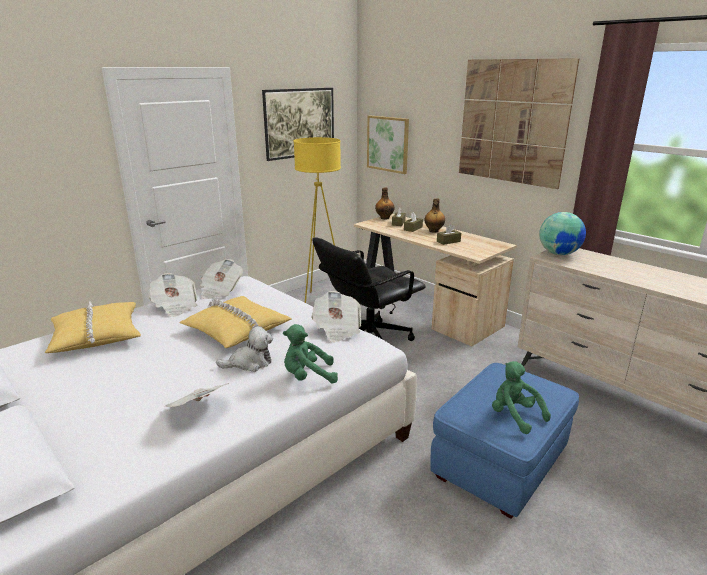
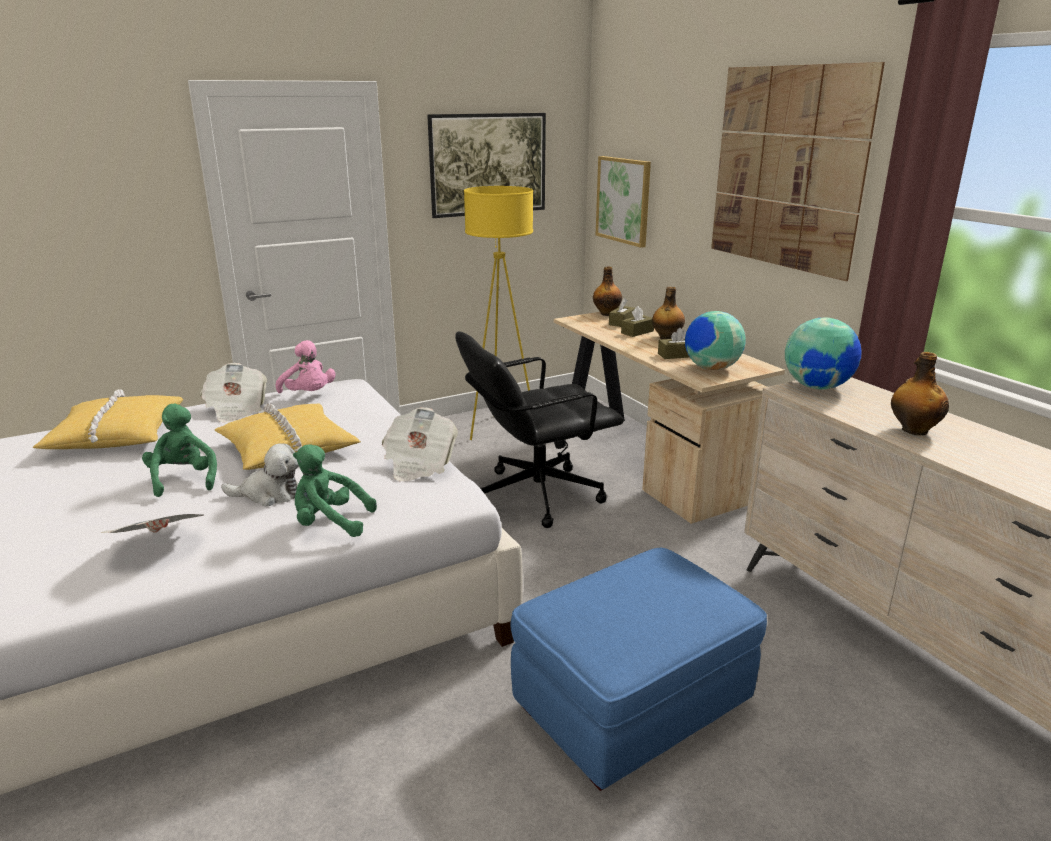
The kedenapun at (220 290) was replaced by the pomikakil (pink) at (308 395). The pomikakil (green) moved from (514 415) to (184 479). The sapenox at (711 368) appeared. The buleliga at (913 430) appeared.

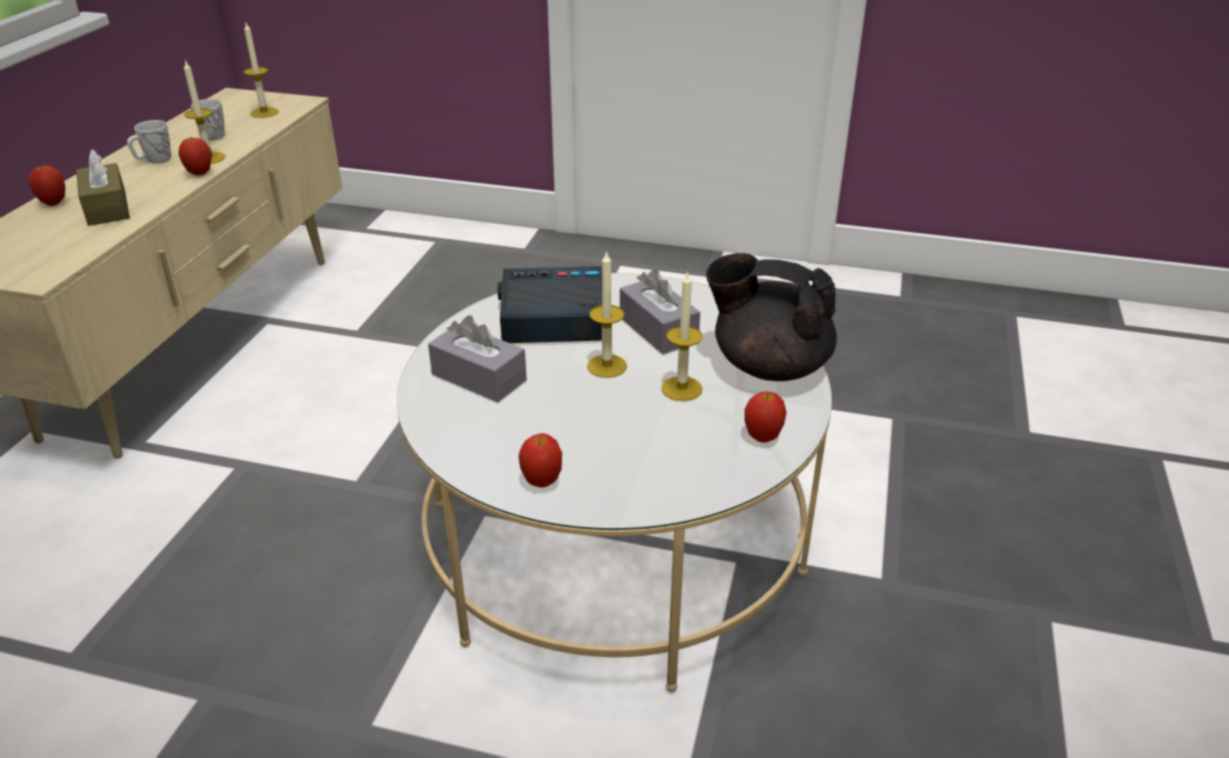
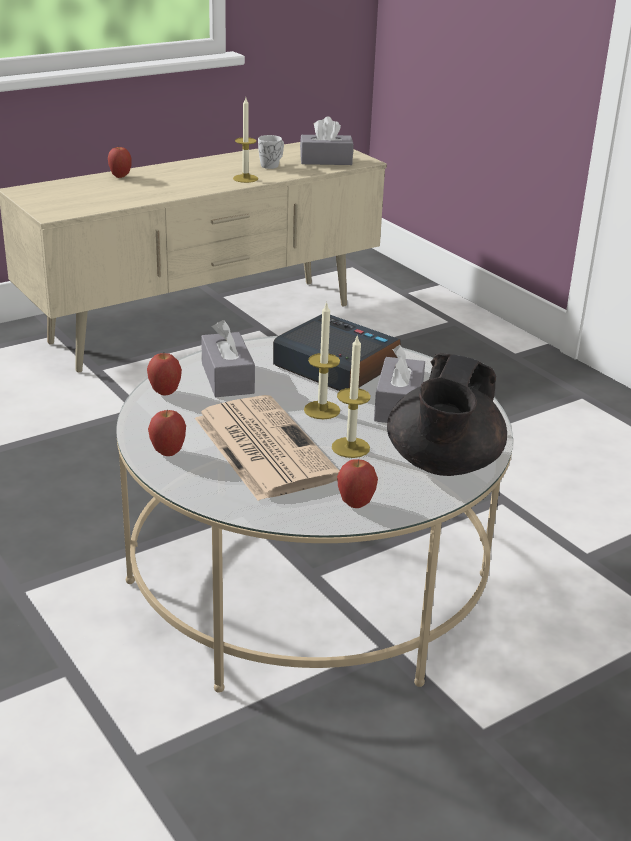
The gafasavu at (264 112) was replaced by the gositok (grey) at (326 160). The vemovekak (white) at (154 160) disappeared. The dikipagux moved from (200 174) to (165 393). The gositok (brown) at (107 208) disappeared. The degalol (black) at (768 366) turned 135 degrees counterclockwise. The kedenapun at (262 447) appeared.

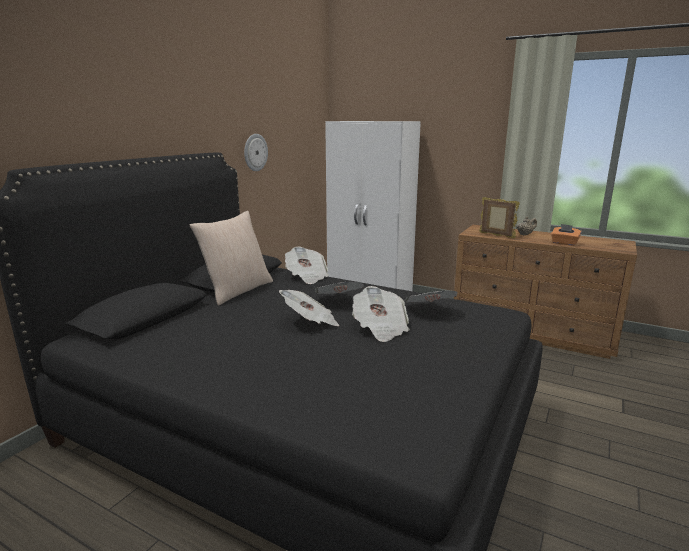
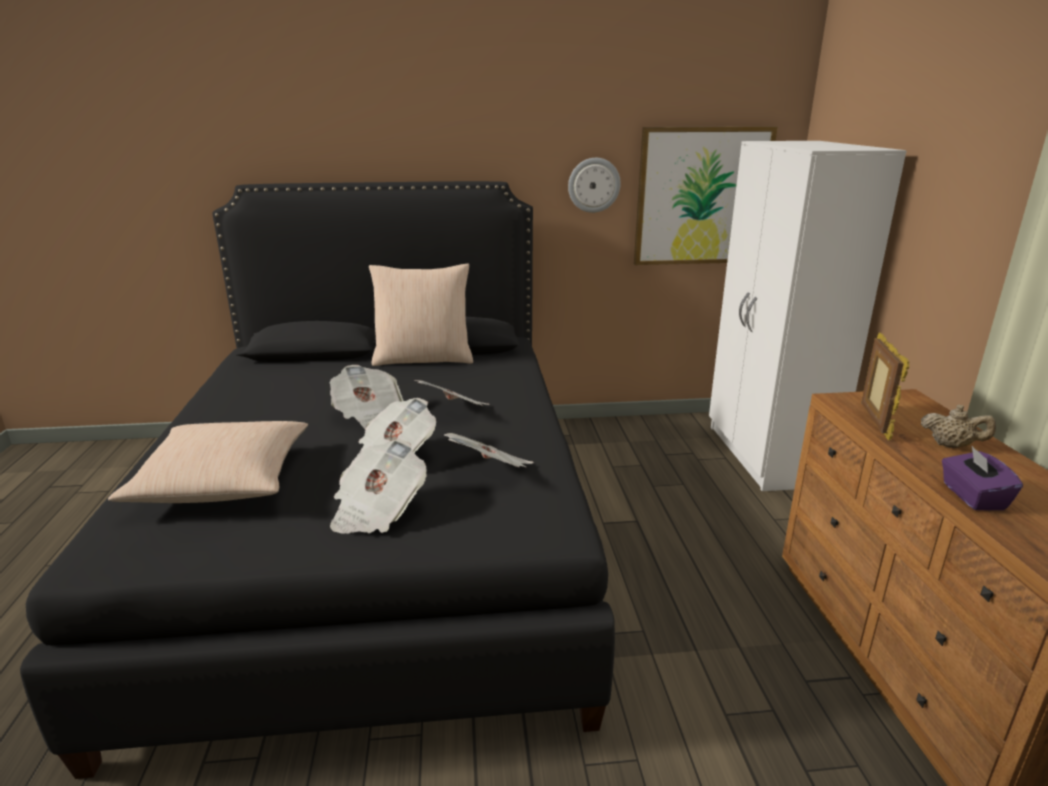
The gositok (orange) at (564 243) became the gositok (purple) at (972 496). The kedenapun moved from (307 276) to (377 510). The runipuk at (702 197) appeared. The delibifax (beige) at (223 480) appeared.

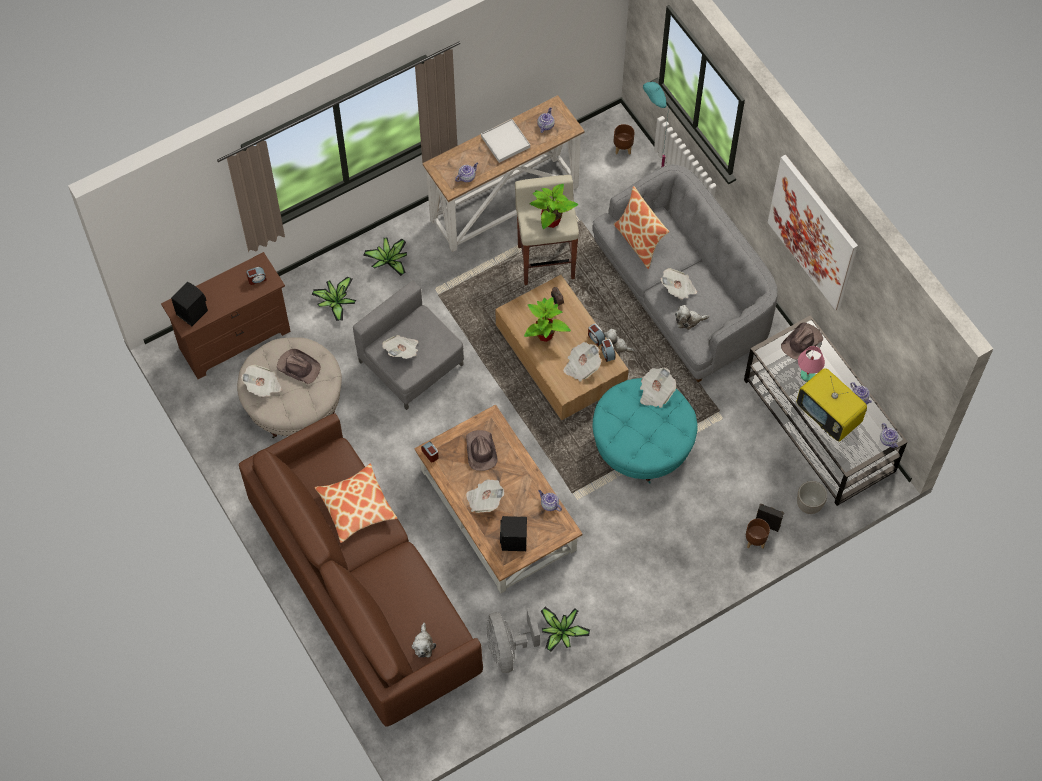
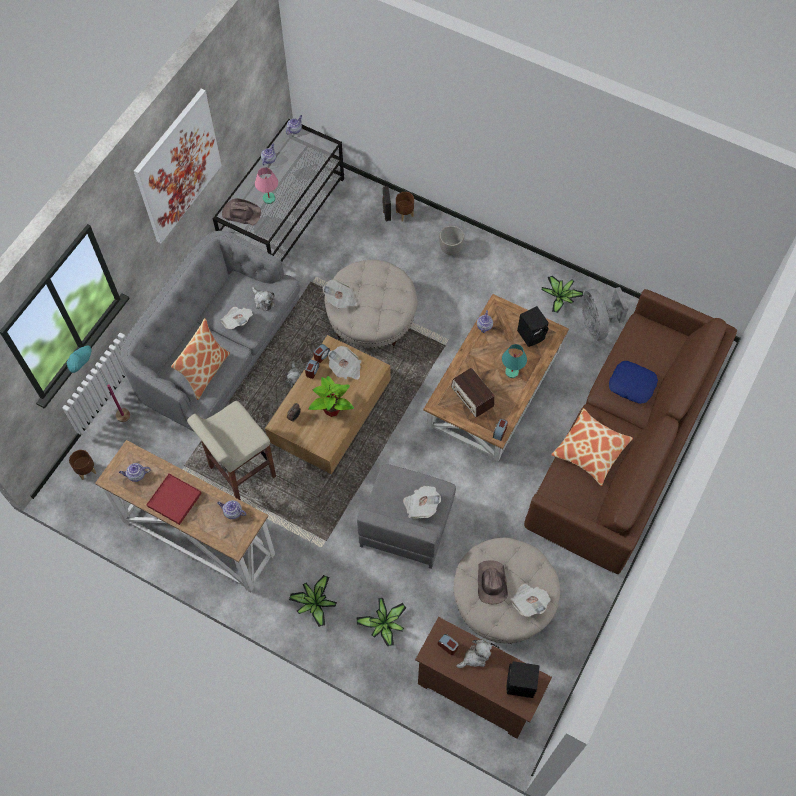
The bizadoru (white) at (505 142) became the bizadoru (red) at (174 500). The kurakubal at (551 221) disappeared. The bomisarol at (829 416) disappeared. The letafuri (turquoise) at (642 443) became the letafuri (beige) at (371 319). The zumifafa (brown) at (480 451) was replaced by the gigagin at (472 397). The kedenapun at (484 500) was replaced by the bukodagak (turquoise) at (512 372). The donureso moved from (808 505) to (451 249). The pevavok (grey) at (508 649) turned 120 degrees clockwise. The pomikakil moved from (423 644) to (475 657). The delibifax (blue) at (632 385) appeared.

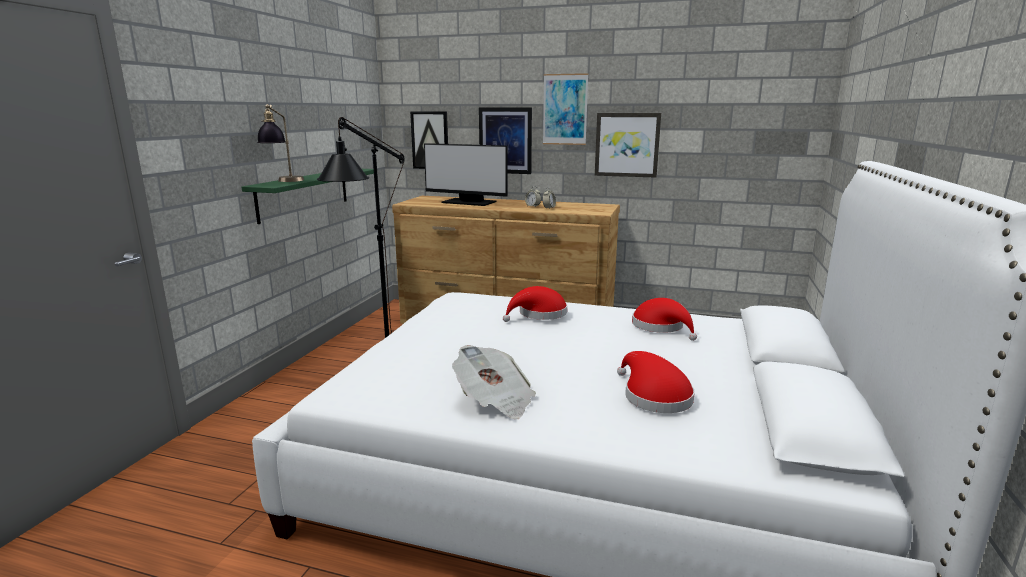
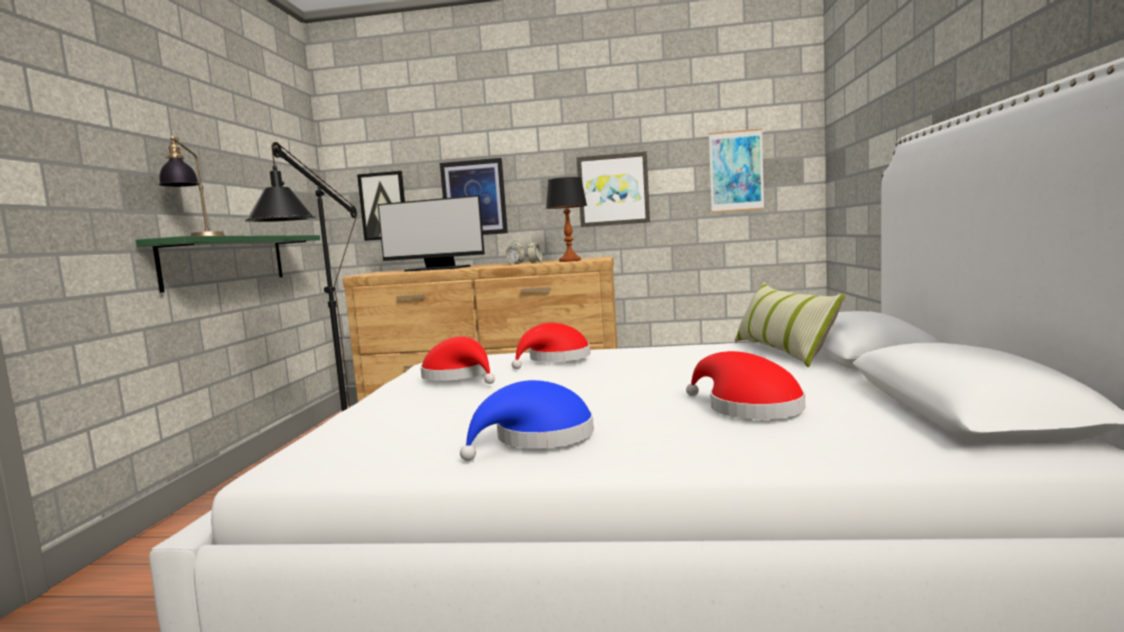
The runipuk moved from (565 109) to (736 171). The zumifafa (red) moved from (661 327) to (459 376). The kedenapun at (495 401) was replaced by the zumifafa (blue) at (538 438). The bukodagak at (570 261) appeared. The delibifax at (782 351) appeared.

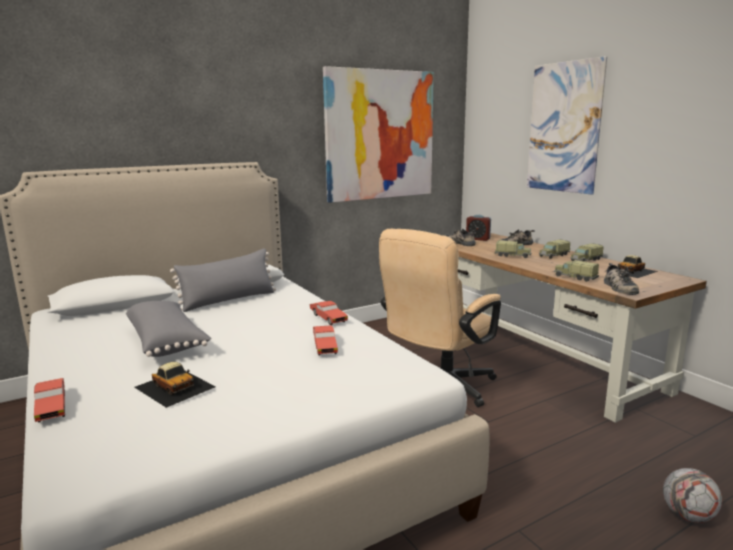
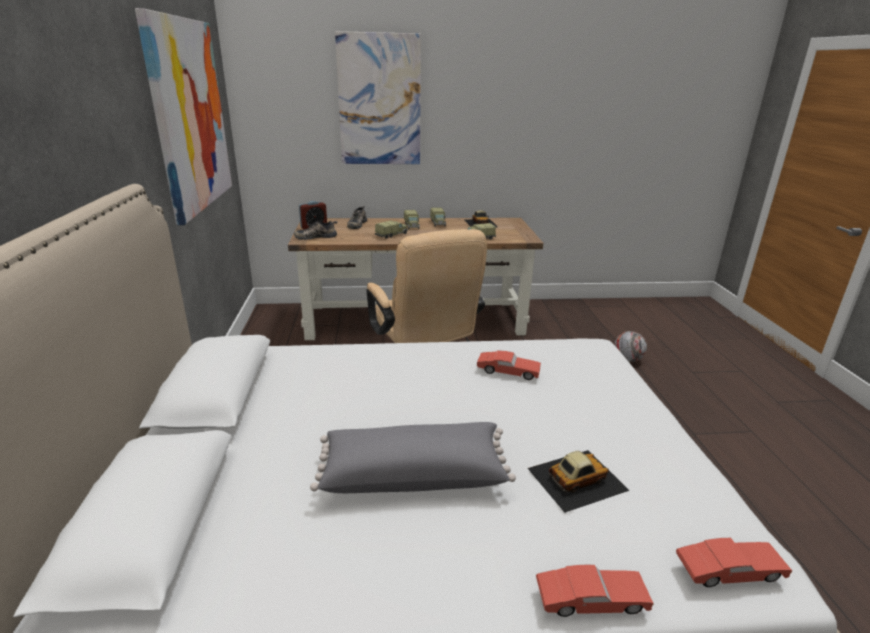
The delibifax (grey) at (229 300) disappeared. The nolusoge at (618 287) disappeared. The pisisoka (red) moved from (328 318) to (728 572).

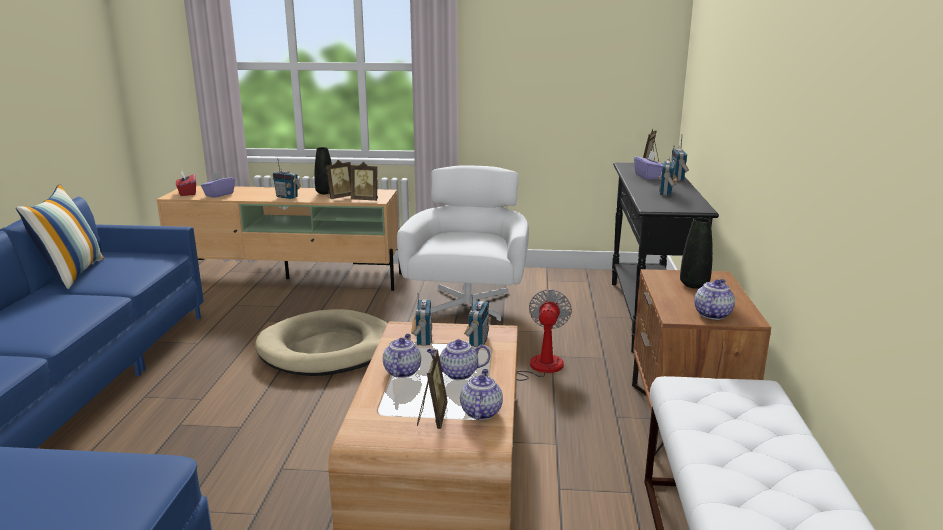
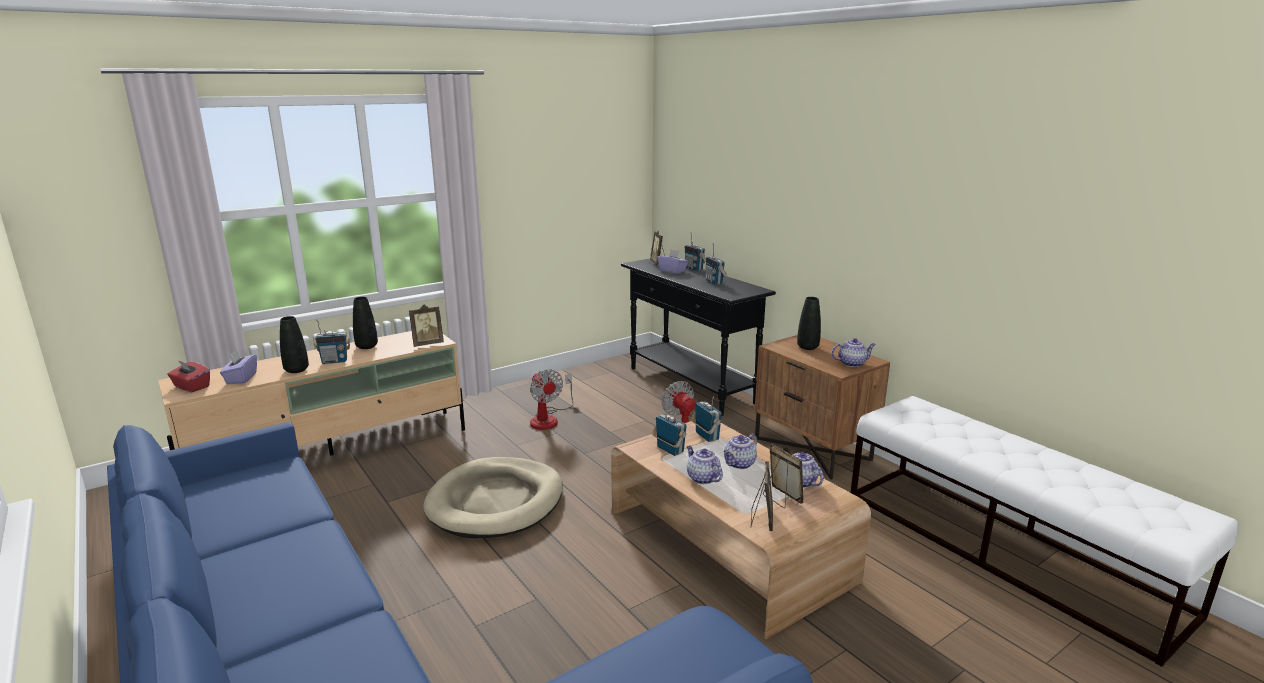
The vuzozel moved from (340 197) to (761 520). The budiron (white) at (468 302) was replaced by the pevavok at (549 418). The delibifax at (72 273) disappeared. The degalol at (712 314) turned 90 degrees clockwise. The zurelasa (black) at (296 370) appeared.

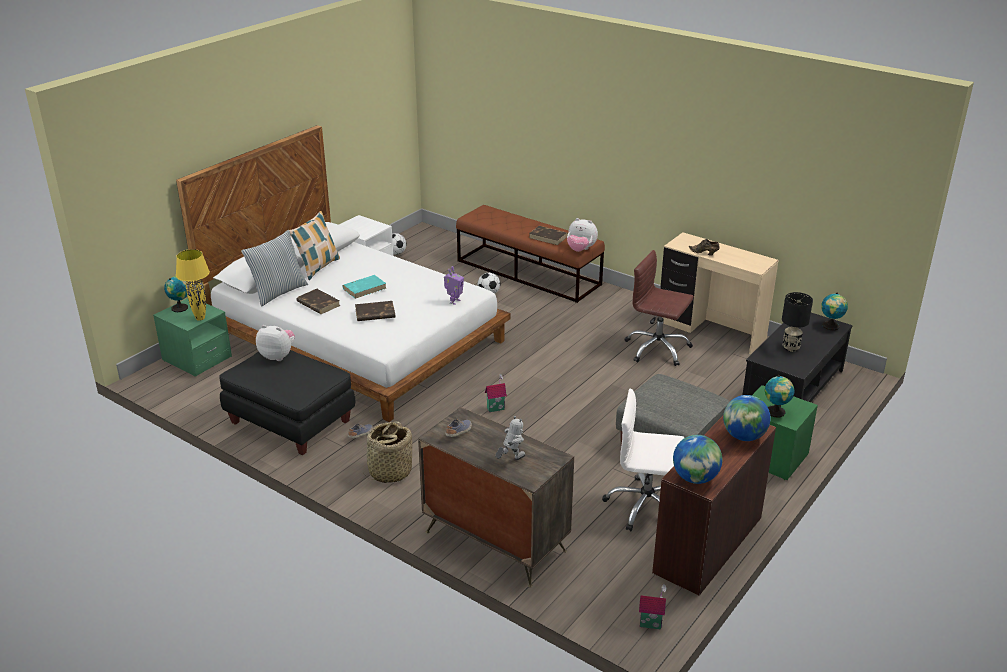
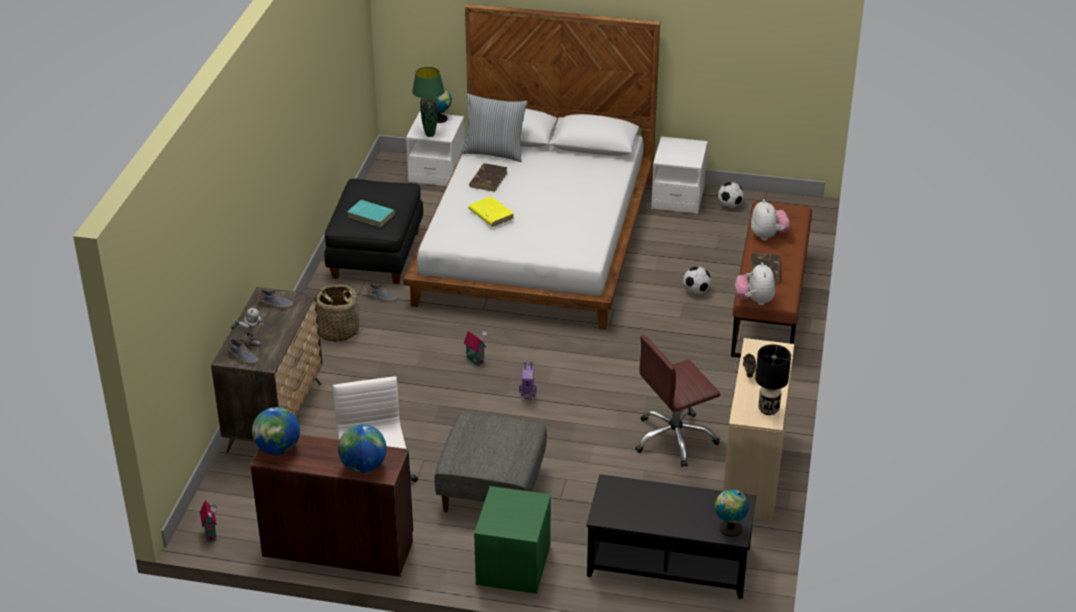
The delibifax at (318 267) disappeared. The bukodagak (yellow) at (200 318) became the bukodagak (green) at (430 135). The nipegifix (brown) at (657 349) turned 120 degrees counterclockwise. The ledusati moved from (454 301) to (528 397). The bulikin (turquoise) moved from (365 288) to (371 215). The bukodagak (black) moved from (790 347) to (769 409). The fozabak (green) at (197 359) became the fozabak (white) at (437 172). The bulikin (brown) at (374 314) became the bulikin (yellow) at (491 214). The pomikakil moved from (278 356) to (768 236). The sapenox at (776 412) disappeared. The nolusoge at (242 357) appeared.

